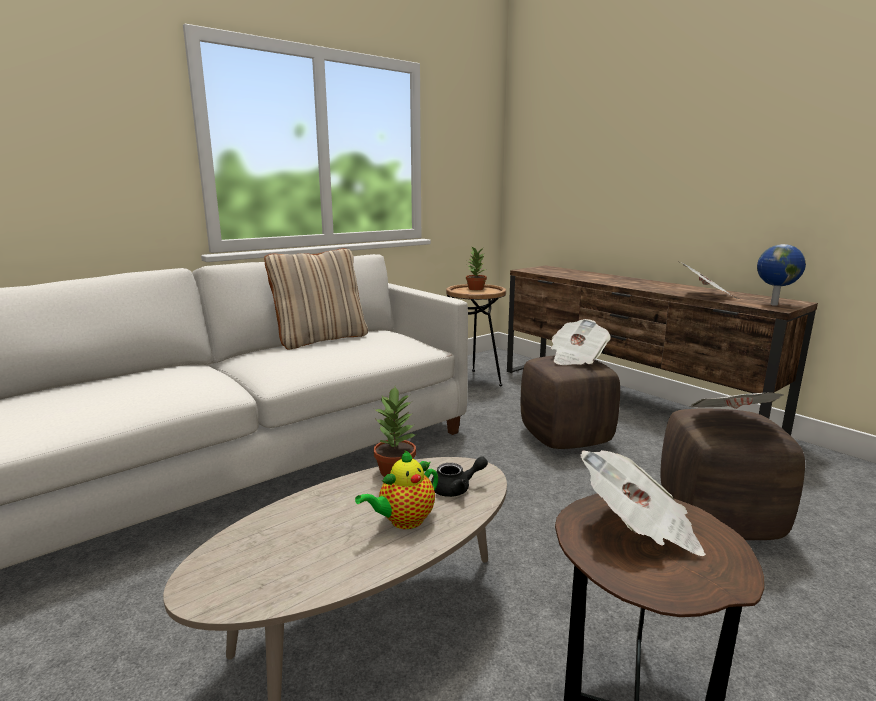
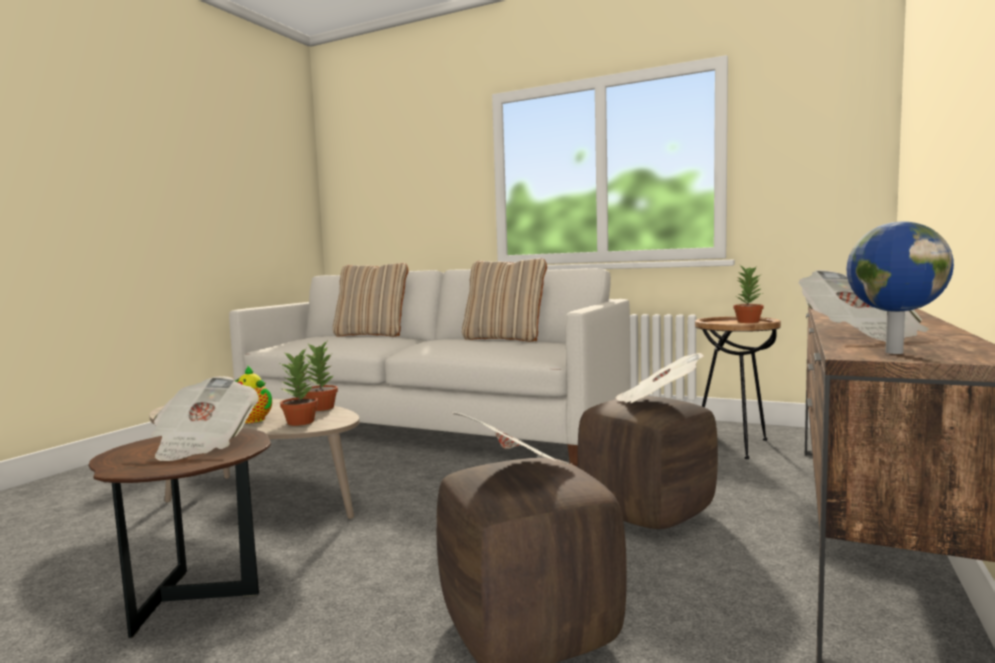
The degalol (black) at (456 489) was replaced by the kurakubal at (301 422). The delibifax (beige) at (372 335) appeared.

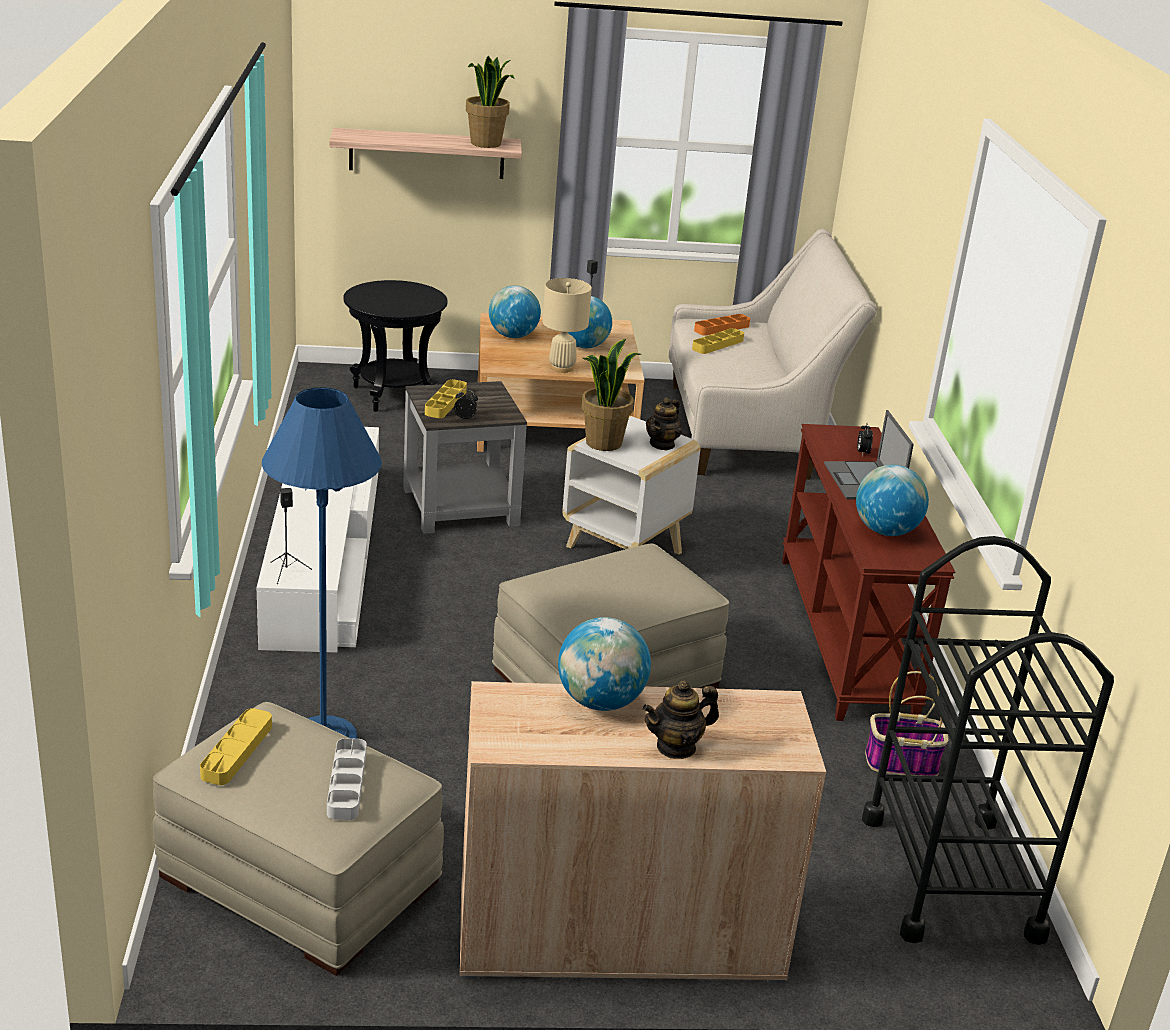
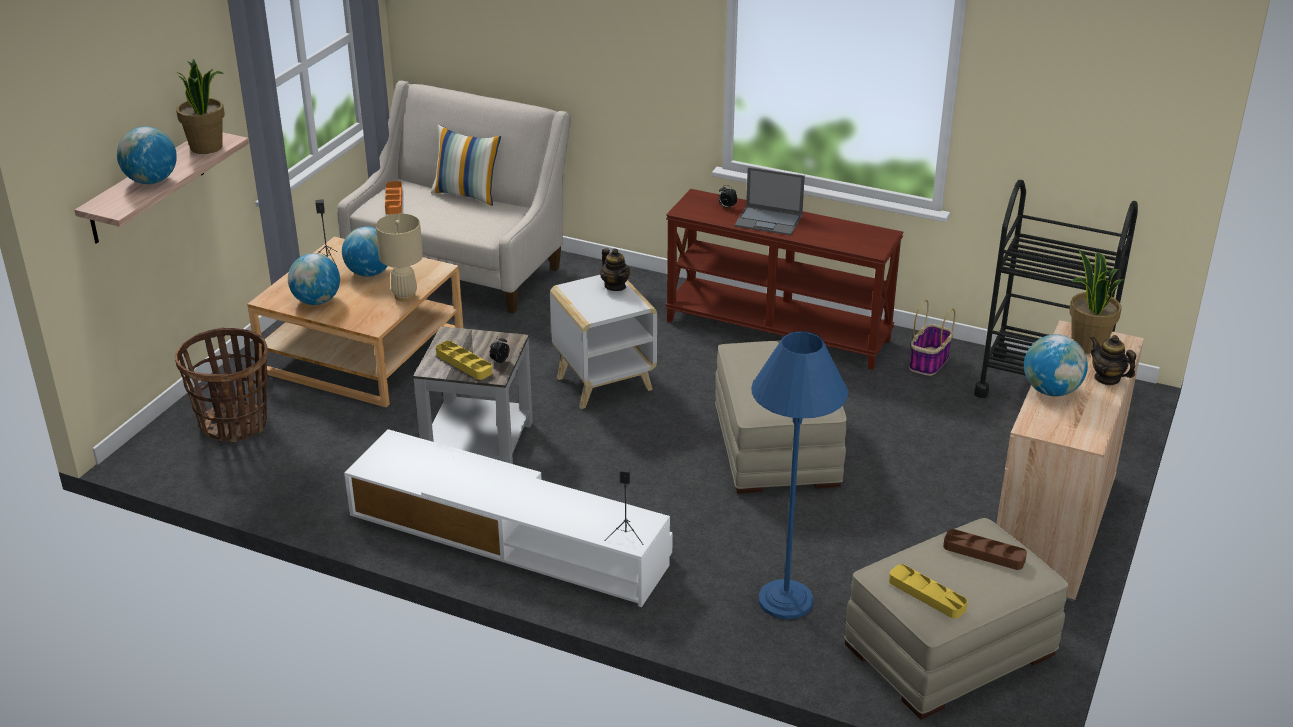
The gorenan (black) at (393 395) was replaced by the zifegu at (234 424). The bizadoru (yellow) at (717 344) disappeared. The kurakubal moved from (603 442) to (1087 344). The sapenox moved from (885 531) to (151 181). The degalol at (676 747) turned 135 degrees clockwise. The bizadoru (grey) at (347 783) became the bizadoru (brown) at (984 553). The delibifax at (467 194) appeared.

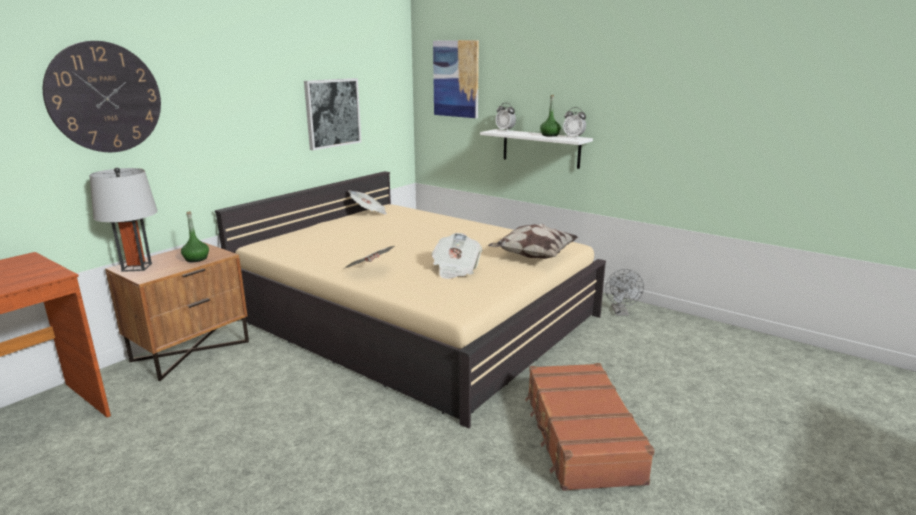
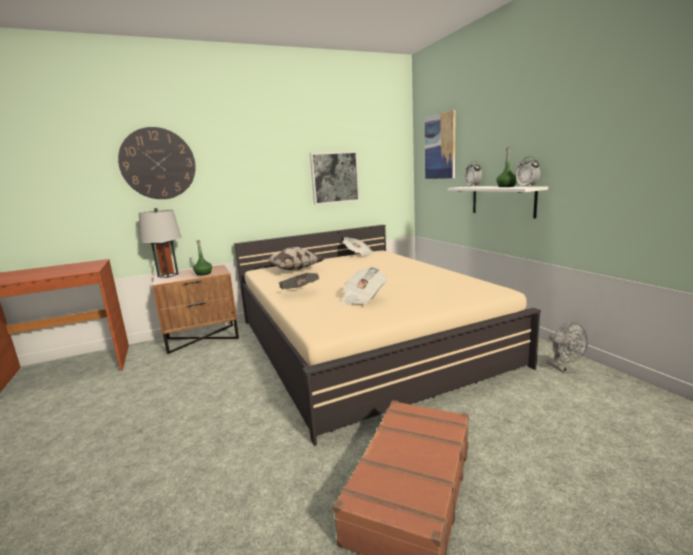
The delibifax moved from (533 256) to (293 270). The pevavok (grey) at (620 312) turned 45 degrees counterclockwise.

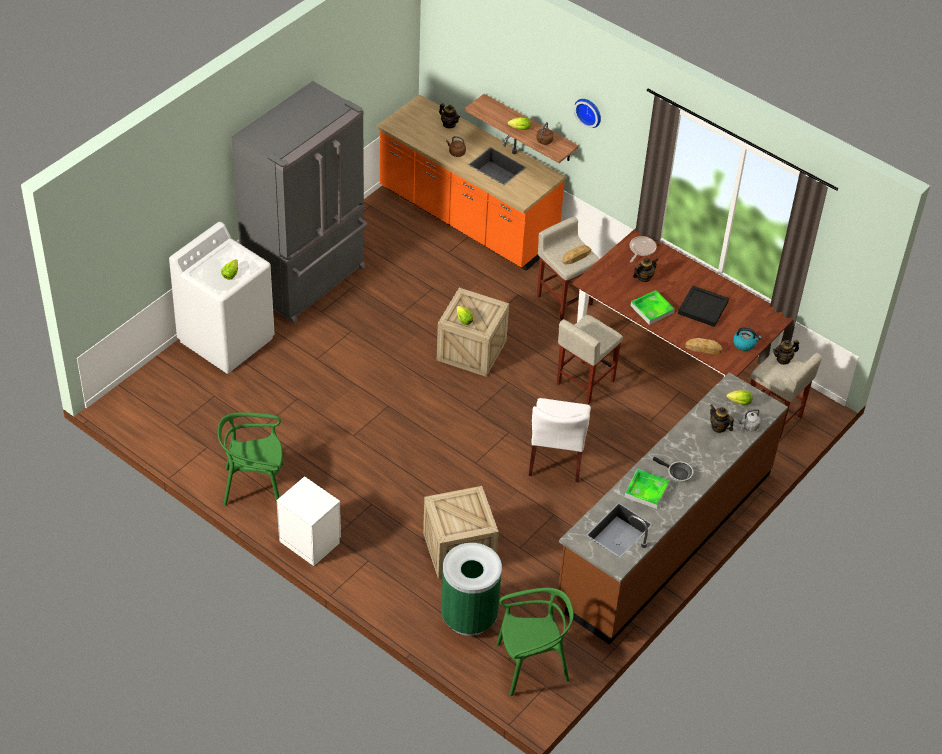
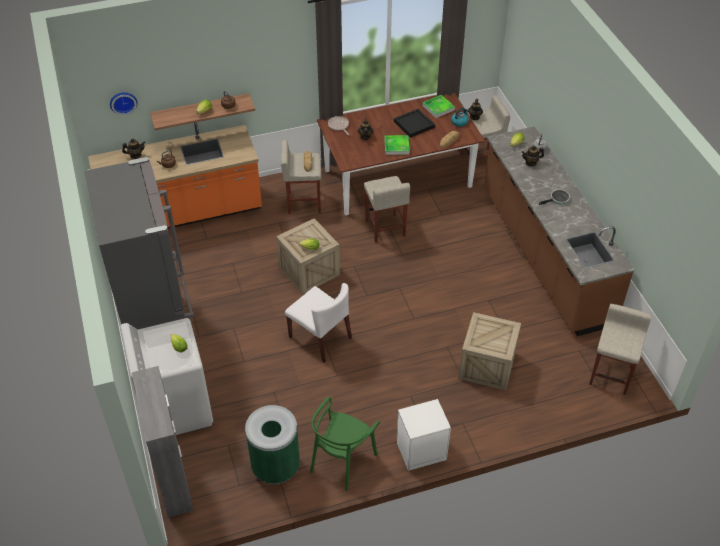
The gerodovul moved from (589 111) to (123 102). The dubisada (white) moved from (556 457) to (320 338). The bizadoru moved from (646 491) to (438 108). The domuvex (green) moved from (468 617) to (275 467). The dubisada (green) at (531 665) was replaced by the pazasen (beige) at (611 374). The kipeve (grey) at (173 479) appeared.

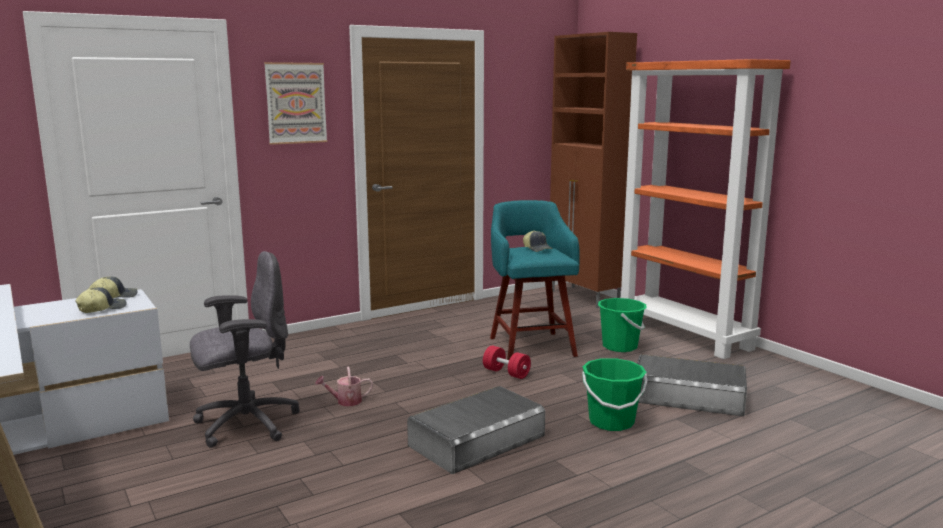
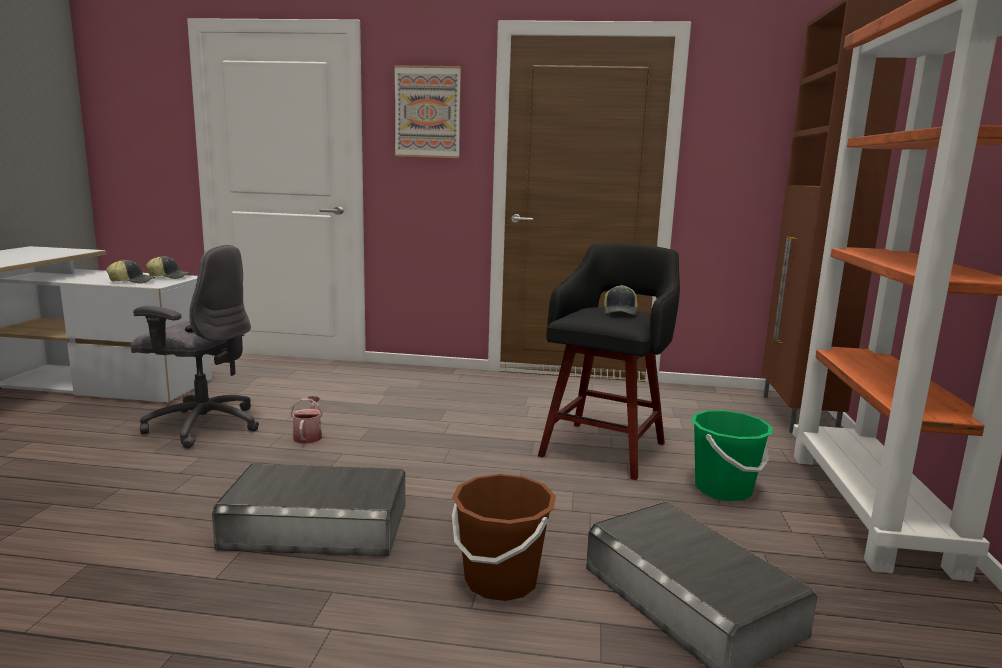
The pazasen (turquoise) at (531 345) became the pazasen (black) at (605 448). The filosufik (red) at (506 373) disappeared. The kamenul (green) at (611 422) became the kamenul (brown) at (500 580). The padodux at (345 401) turned 60 degrees clockwise.

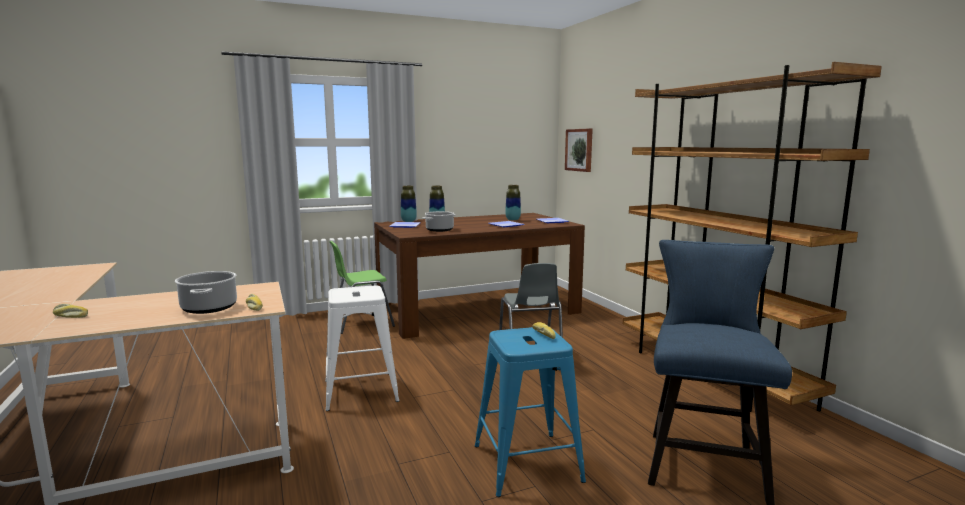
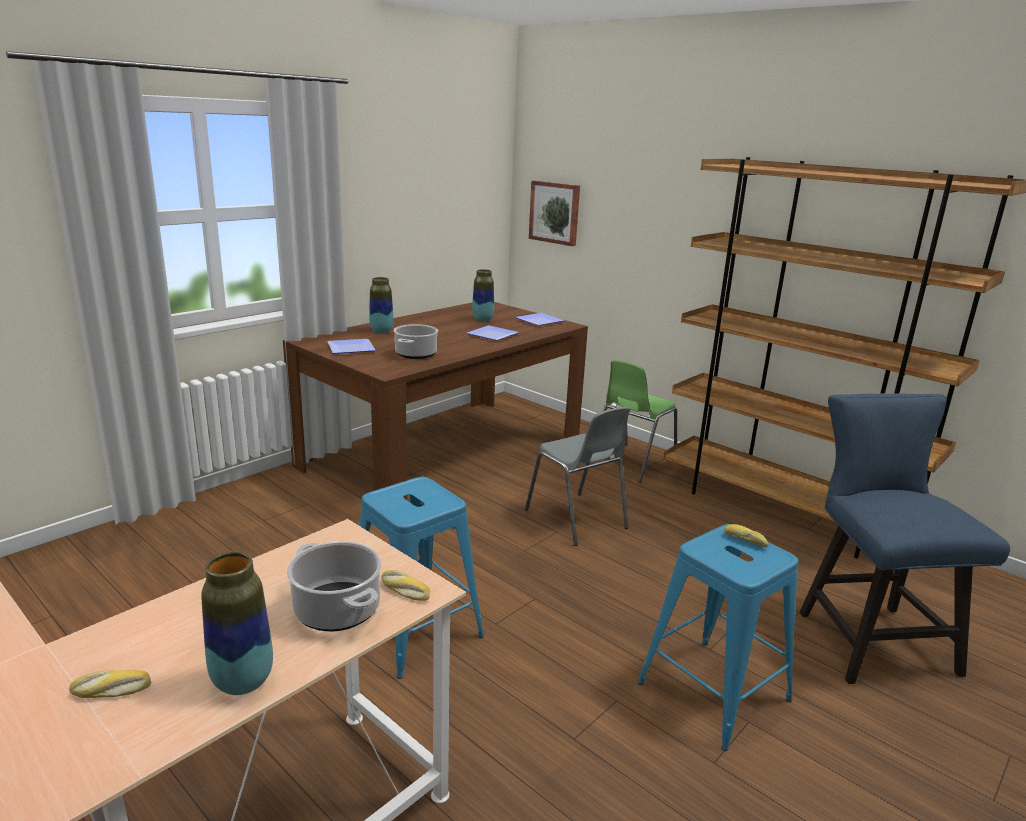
The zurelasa moved from (408 221) to (243 681). The dubisada (green) moved from (361 323) to (632 463). The pazasen (white) at (360 390) became the pazasen (blue) at (414 630).

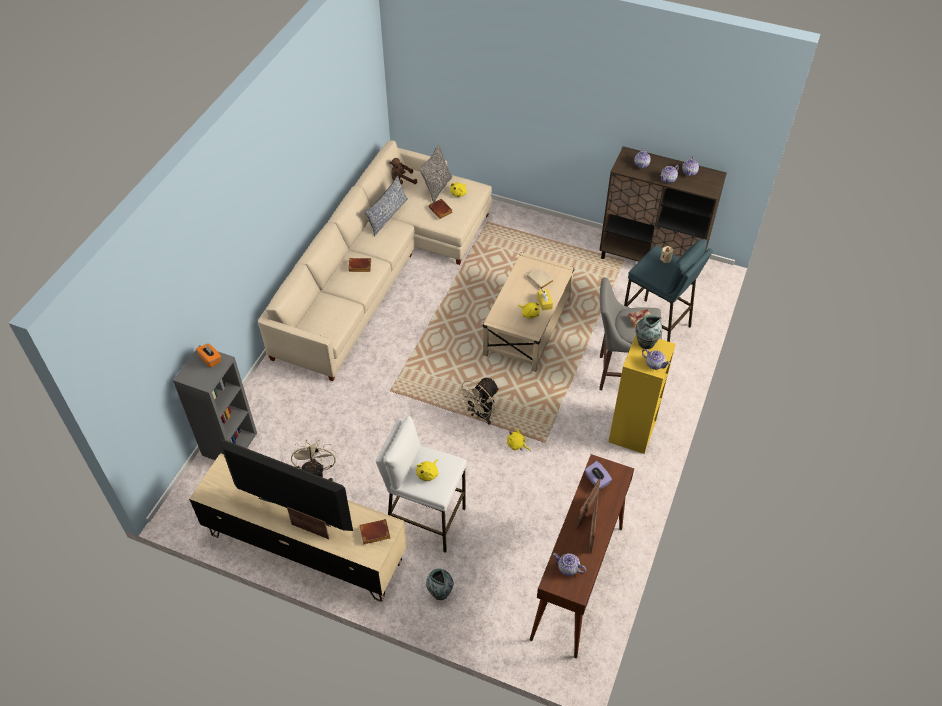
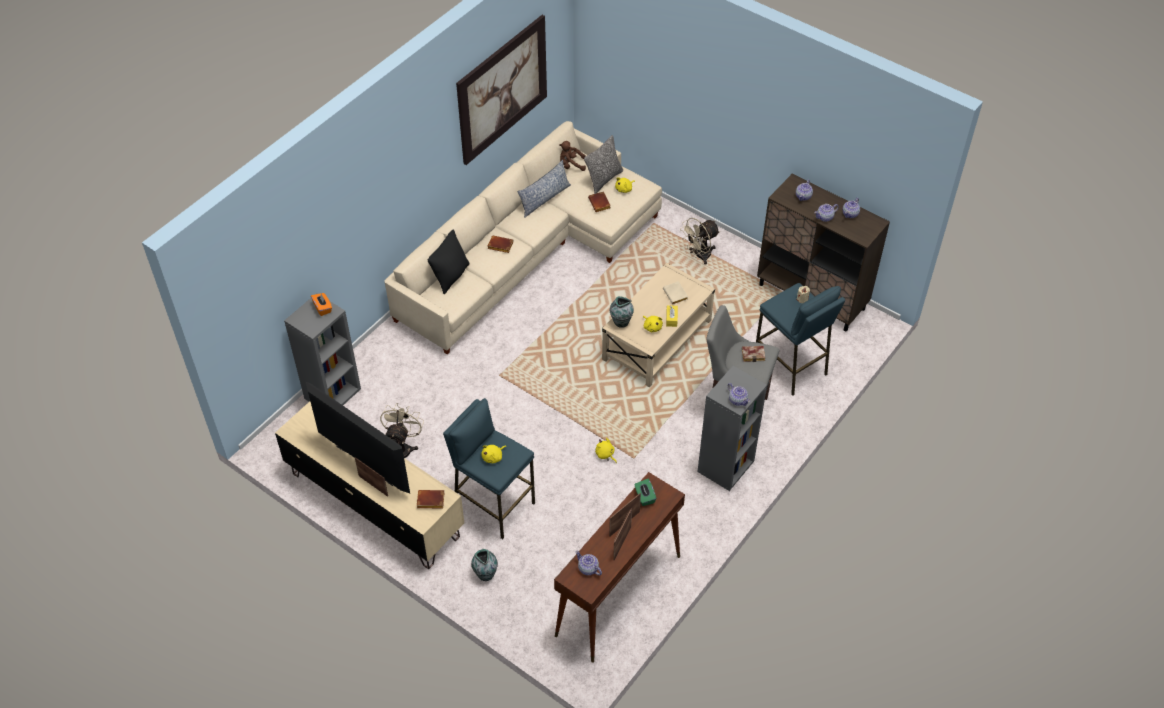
The zurelasa moved from (645 343) to (621 322). The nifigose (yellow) at (632 431) became the nifigose (grey) at (726 467). The pevavok (beige) moved from (480 415) to (699 256). The pazasen (white) at (425 519) became the pazasen (blue) at (494 504). The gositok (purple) at (596 480) became the gositok (green) at (644 497). The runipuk at (502 89) appeared. The delibifax (black) at (451 276) appeared.

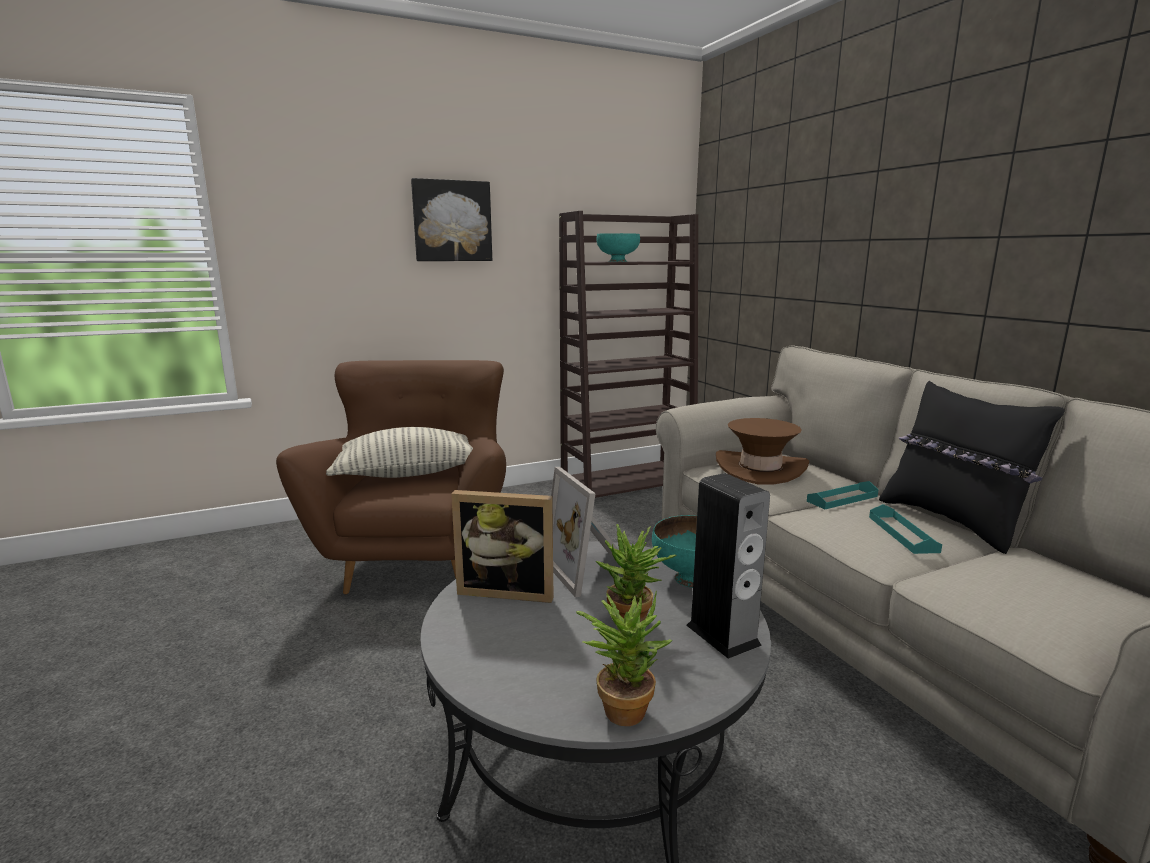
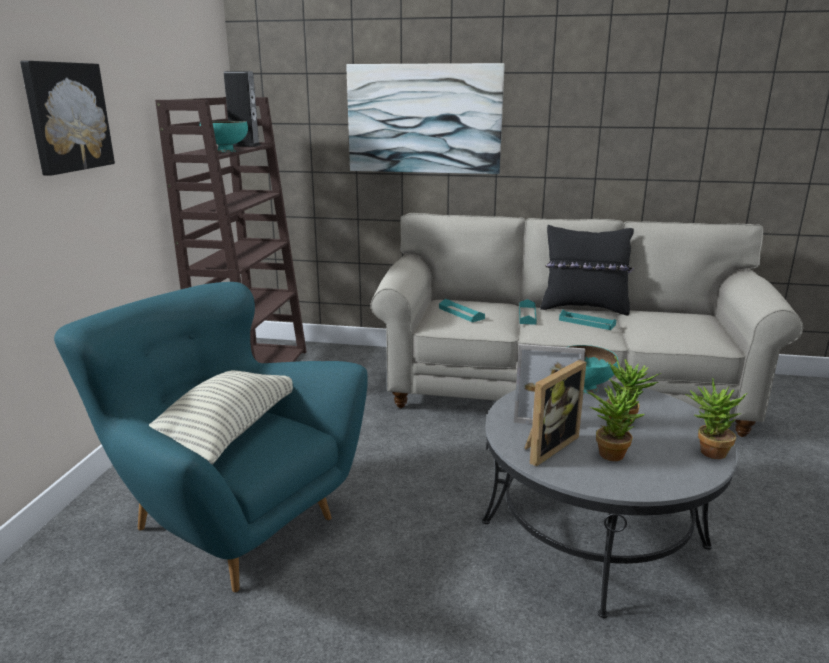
The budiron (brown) at (420 558) became the budiron (turquoise) at (230 522). The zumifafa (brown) at (760 469) was replaced by the bizadoru (turquoise) at (461 313). The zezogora moved from (722 635) to (245 145). The runipuk at (424 119) appeared. The kurakubal at (610 452) appeared.

